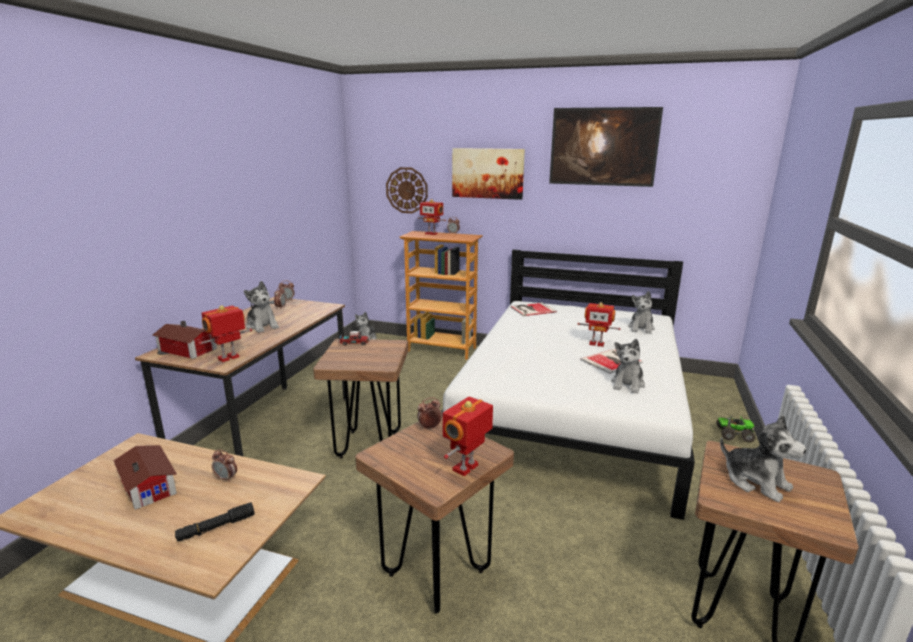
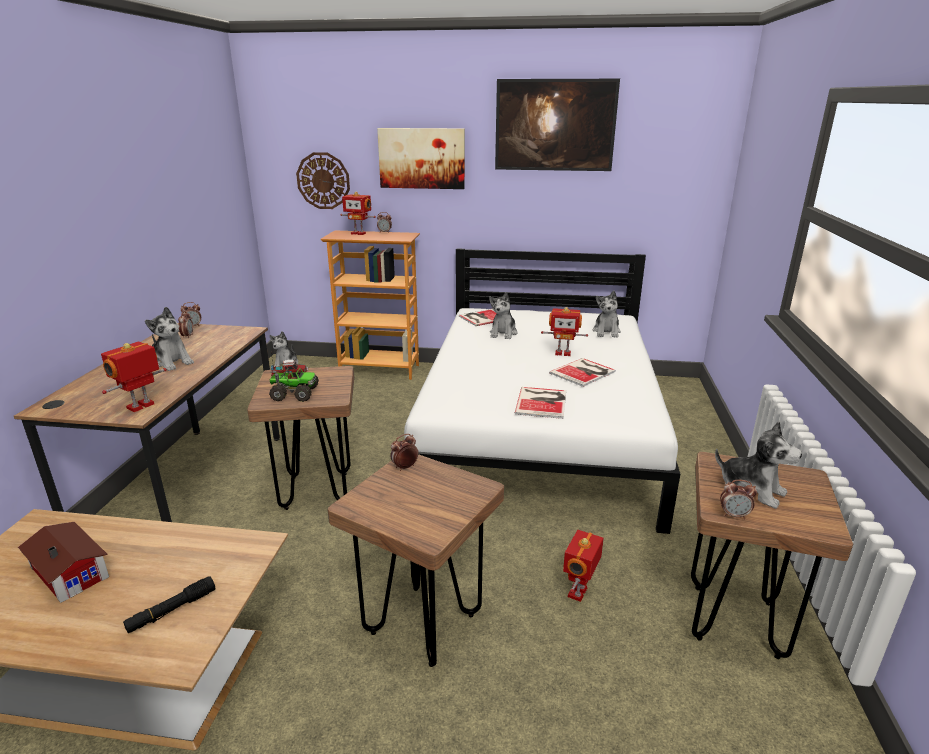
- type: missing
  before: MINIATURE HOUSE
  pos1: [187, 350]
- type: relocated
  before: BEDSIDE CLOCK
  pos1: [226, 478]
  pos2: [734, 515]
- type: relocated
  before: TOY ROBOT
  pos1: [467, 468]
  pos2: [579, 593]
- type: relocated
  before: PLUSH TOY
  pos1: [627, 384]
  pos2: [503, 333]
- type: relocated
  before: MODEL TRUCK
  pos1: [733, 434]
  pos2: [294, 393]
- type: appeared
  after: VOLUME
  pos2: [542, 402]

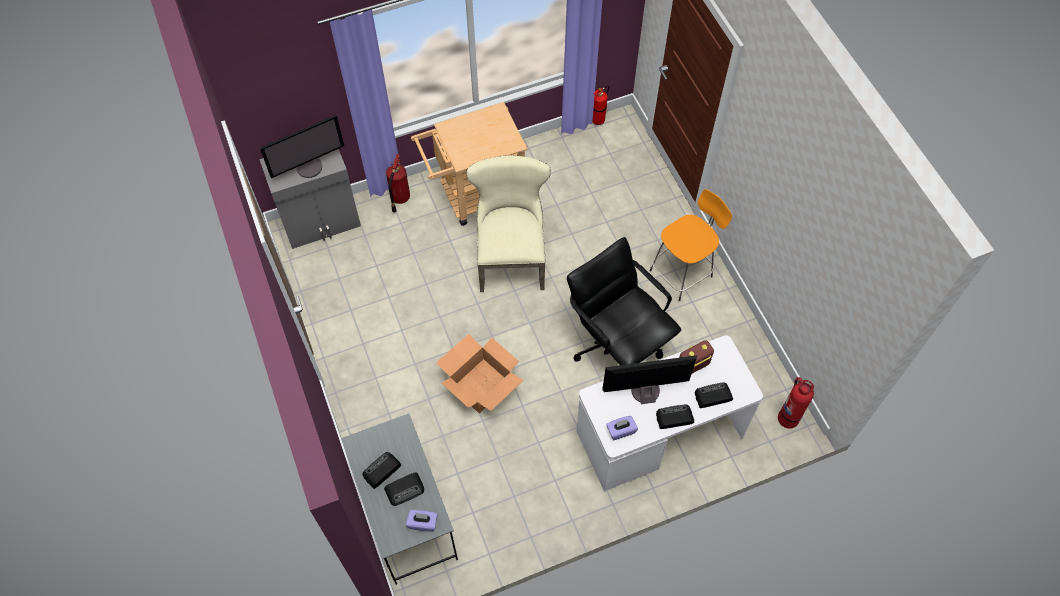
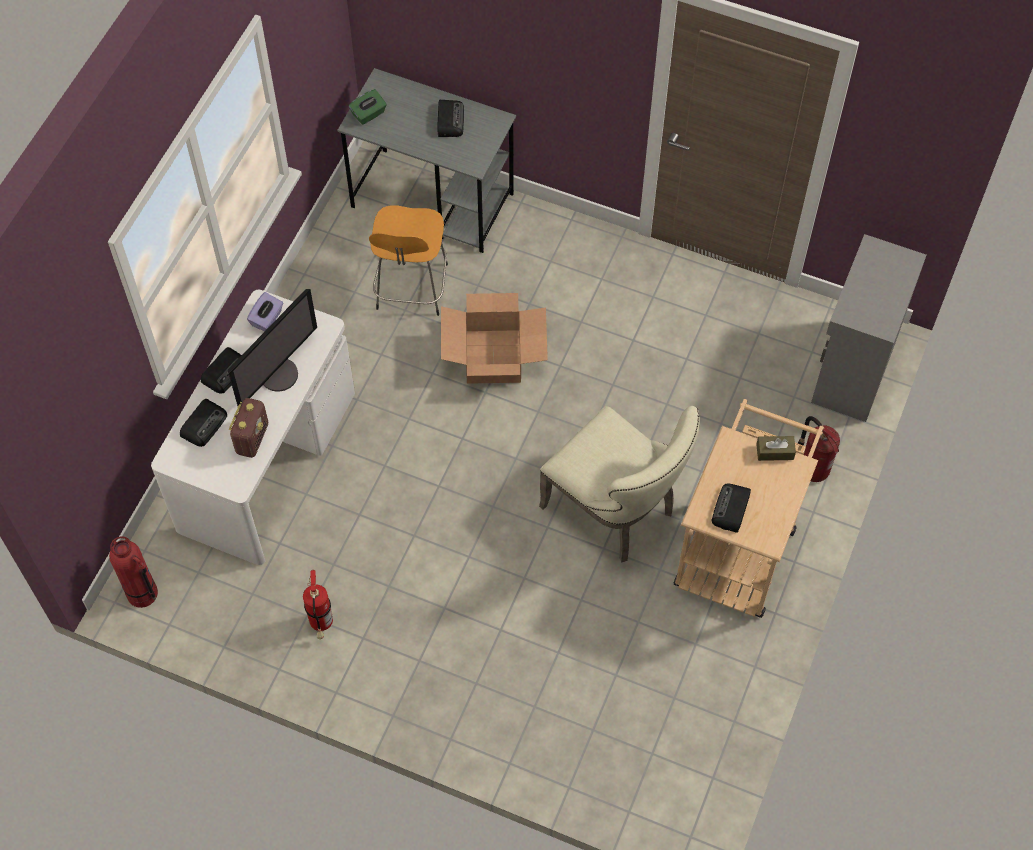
- type: missing
  before: COMPUTER SCREEN
  pos1: [309, 166]
- type: relocated
  before: RADIO RECEIVER
  pos1: [405, 489]
  pos2: [731, 509]
- type: colour
  before: PURPLE TISSUE BOX
  after: GREENISH TISSUE BOX
  pos1: [423, 523]
  pos2: [368, 114]
- type: missing
  before: BLACK OFFICE CHAIR
  pos1: [616, 344]
- type: relocated
  before: FIRE EXTINGUISHER
  pos1: [599, 120]
  pos2: [321, 625]
- type: relocated
  before: ORANGE-COLOURED SITTING STOOL
  pos1: [682, 272]
  pos2: [411, 289]
- type: appeared
  after: BROWN-COLOURED TISSUE BOX
  pos2: [775, 452]

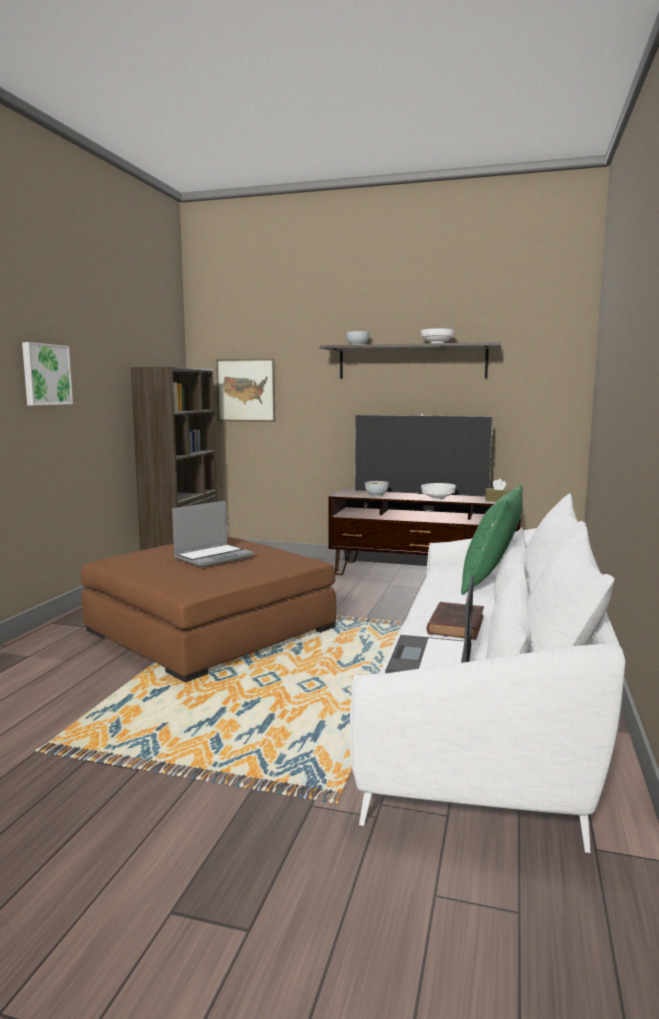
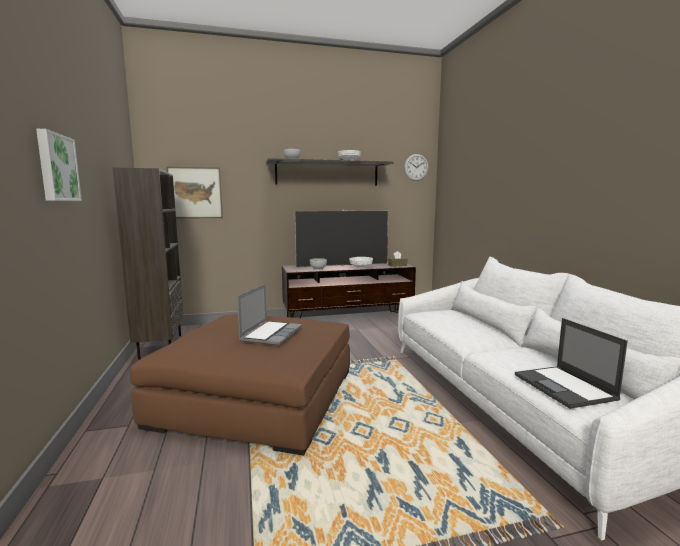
- type: missing
  before: BROWN-COLOURED VOLUME
  pos1: [456, 624]
- type: missing
  before: GREENISH CUSHION
  pos1: [491, 582]
- type: appeared
  after: WALL CLOCK
  pos2: [416, 167]

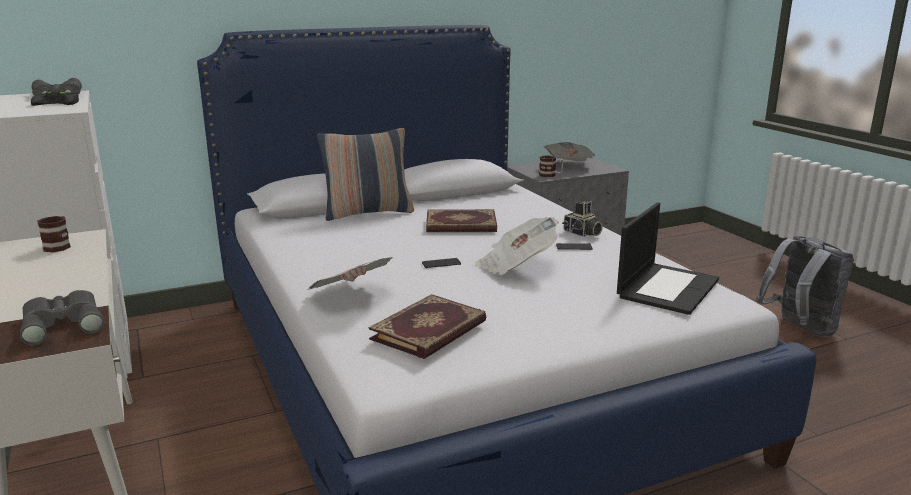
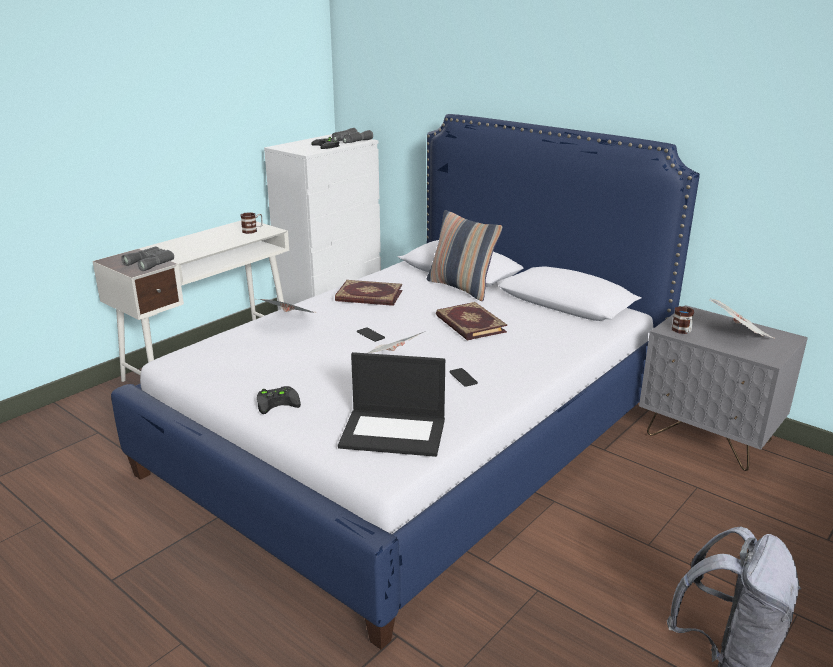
- type: relocated
  before: VOLUME
  pos1: [430, 331]
  pos2: [369, 296]
- type: missing
  before: PHOTO CAMERA
  pos1: [582, 233]
- type: appeared
  after: BLACK GAMEPAD
  pos2: [278, 401]

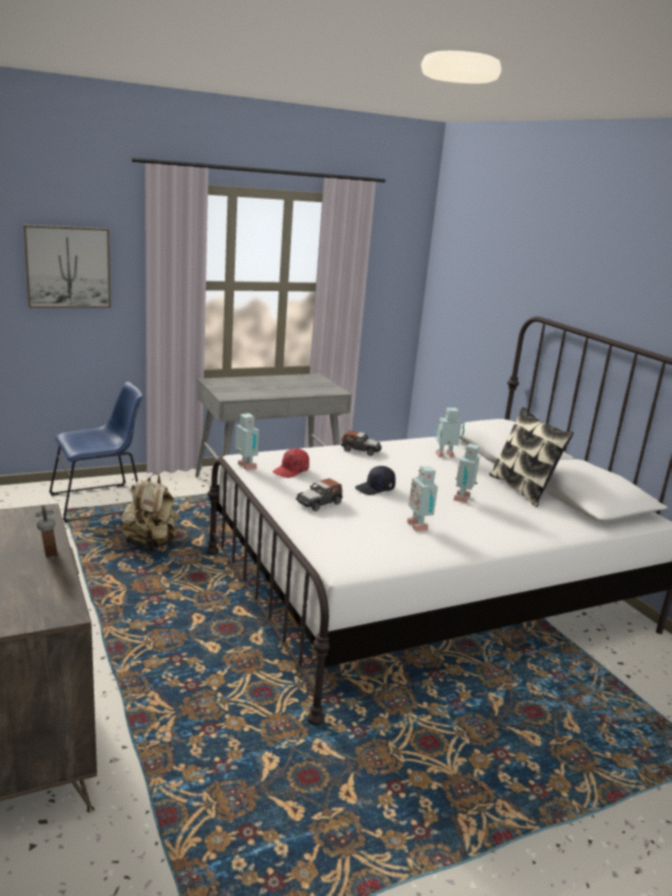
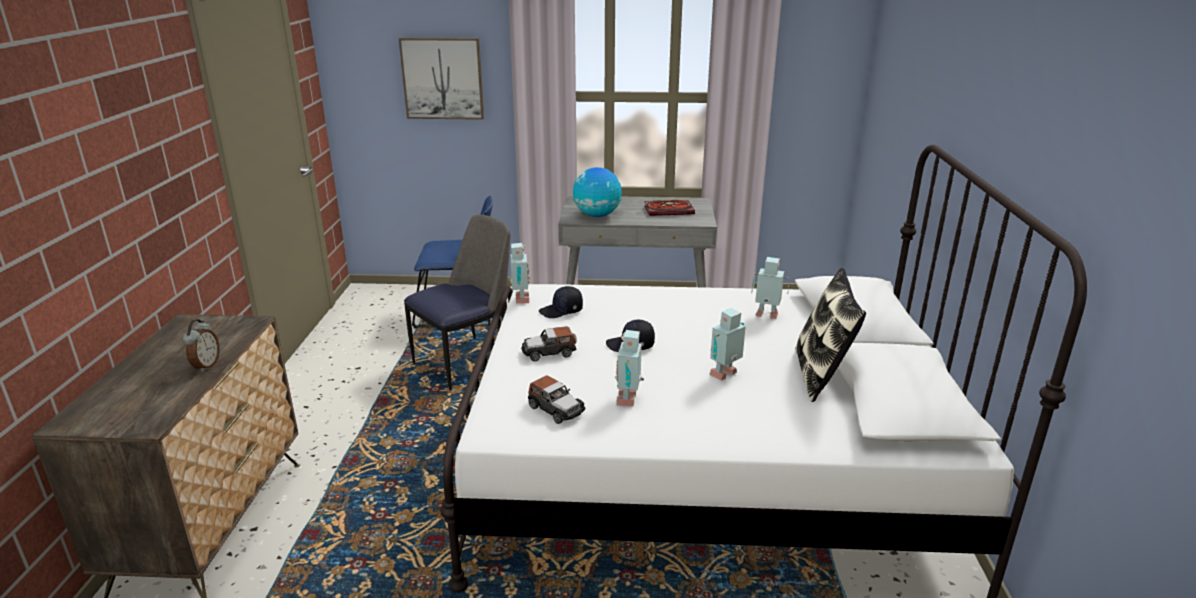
- type: exchanged
  before: BEIGE-COLOURED BACKPACK
  after: PLAIN CHAIR
  pos1: [150, 544]
  pos2: [467, 363]
- type: colour
  before: RED-COLOURED BASEBALL CAP
  after: BLACK BASEBALL CAP
  pos1: [291, 471]
  pos2: [561, 311]
- type: relocated
  before: TOY CAR
  pos1: [360, 450]
  pos2: [555, 409]
- type: appeared
  after: GLOBE
  pos2: [597, 215]
- type: appeared
  after: VOLUME
  pos2: [670, 210]

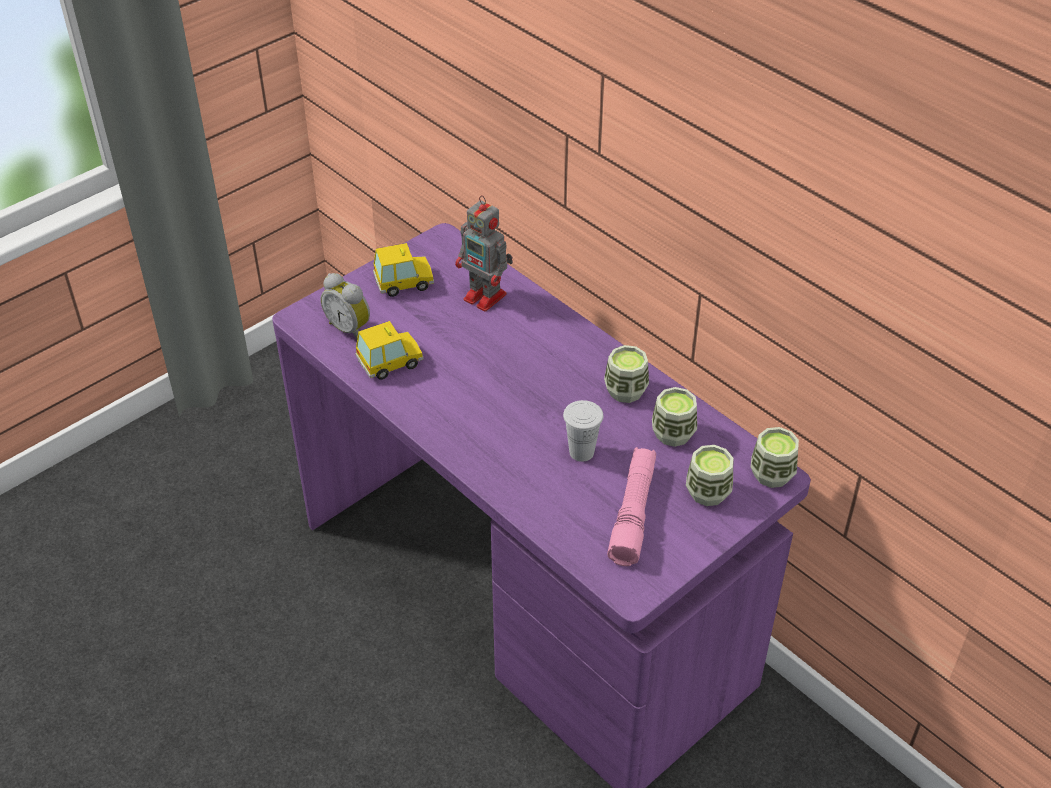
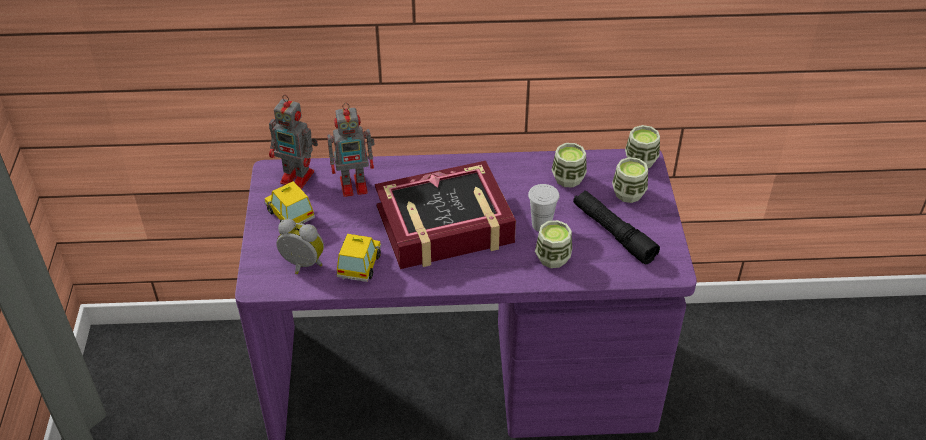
- type: spun
  before: BEDSIDE CLOCK
  pos1: [350, 328]
  pos2: [301, 266]
  turn: -150
- type: spun
  before: TOY CAR
  pos1: [404, 282]
  pos2: [290, 214]
  turn: -60
- type: relocated
  before: SMALL CUP
  pos1: [625, 391]
  pos2: [552, 258]
- type: colour
  before: PINK TORCH
  after: BLACK TORCH
  pos1: [633, 513]
  pos2: [613, 233]
- type: appeared
  after: TOY ROBOT
  pos2: [299, 177]
- type: appeared
  after: VOLUME
  pos2: [445, 226]

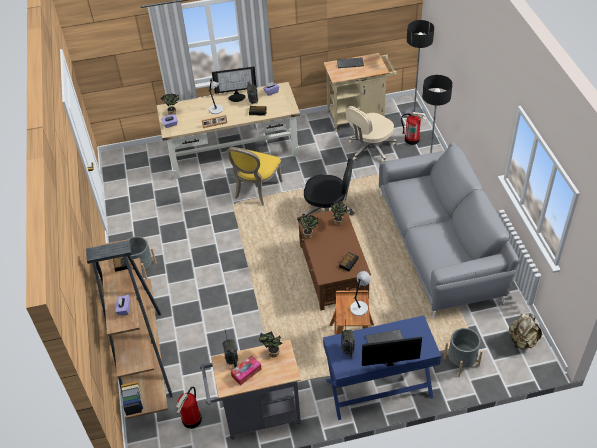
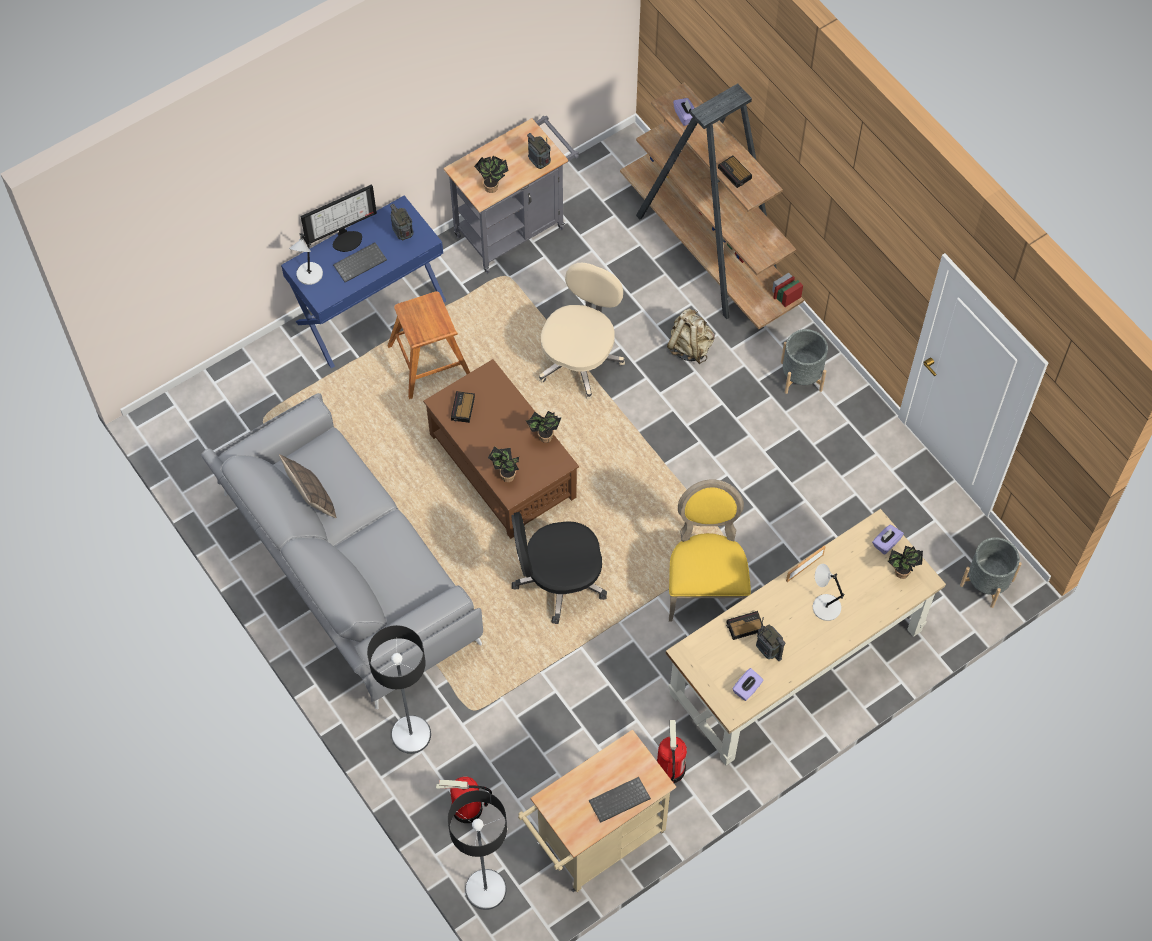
- type: relocated
  before: FIRE EXTINGUISHER
  pos1: [192, 419]
  pos2: [669, 768]
- type: missing
  before: COMPUTER SCREEN
  pos1: [237, 96]
- type: missing
  before: TISSUE BOX
  pos1: [246, 372]
- type: relocated
  before: BEIGE-COLOURED OFFICE CHAIR
  pos1: [370, 149]
  pos2: [580, 358]
- type: relocated
  before: GREY TABLETOP LAMP
  pos1: [359, 307]
  pos2: [309, 275]
- type: relocated
  before: GREY FLOWER POT
  pos1: [461, 362]
  pos2: [987, 582]
- type: relocated
  before: BEIGE-COLOURED BACKPACK
  pos1: [522, 341]
  pos2: [690, 347]
- type: appeared
  after: CUSHION
  pos2: [311, 499]

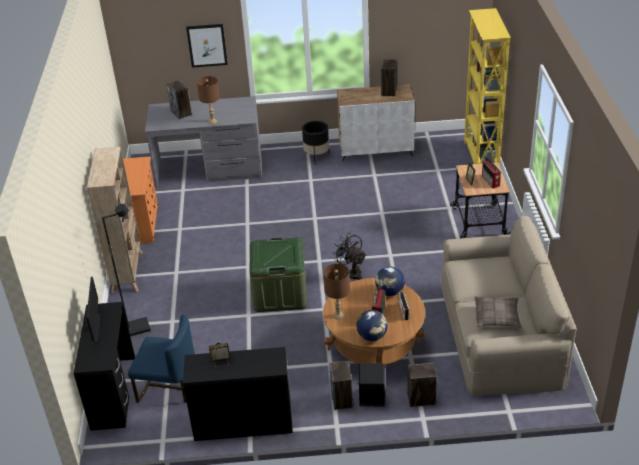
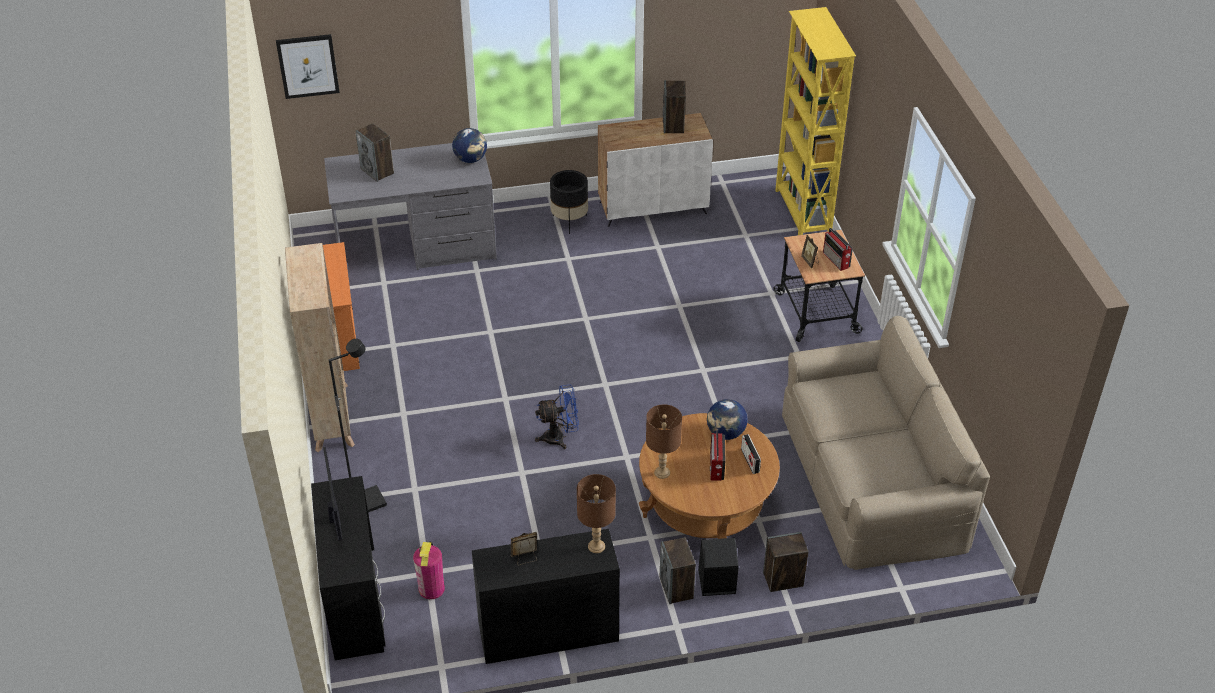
- type: exchanged
  before: BLUE PLAIN CHAIR
  after: FIRE EXTINGUISHER
  pos1: [168, 387]
  pos2: [431, 588]
- type: relocated
  before: PICTURE
  pos1: [207, 45]
  pos2: [308, 66]
- type: relocated
  before: BROWN-COLOURED TABLETOP LAMP
  pos1: [212, 121]
  pos2: [596, 546]
- type: exchanged
  before: GREENISH STORAGE CONTAINER
  after: BLUE ELECTRIC FAN
  pos1: [280, 293]
  pos2: [559, 437]
- type: missing
  before: BLACK ELECTRIC FAN
  pos1: [352, 273]
- type: relocated
  before: GLOBE
  pos1: [372, 336]
  pos2: [471, 159]
- type: missing
  before: CUSHION
  pos1: [497, 317]

